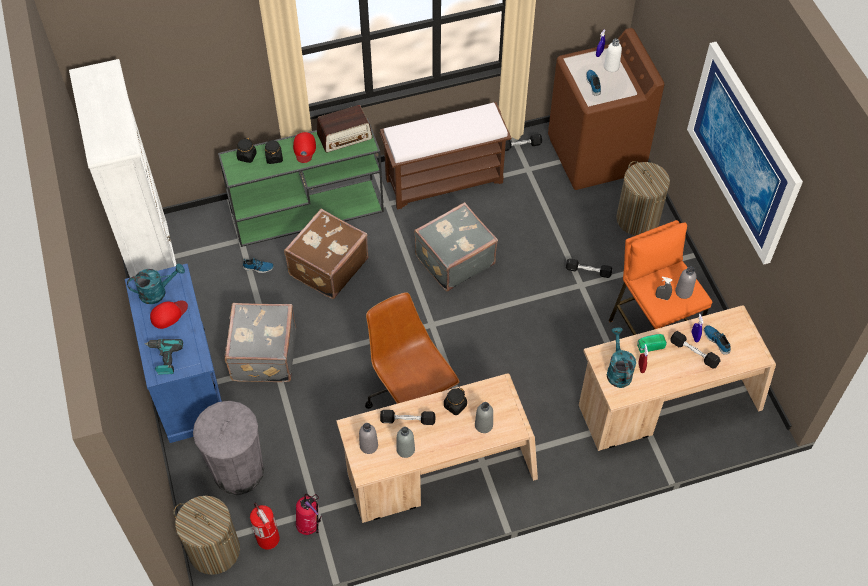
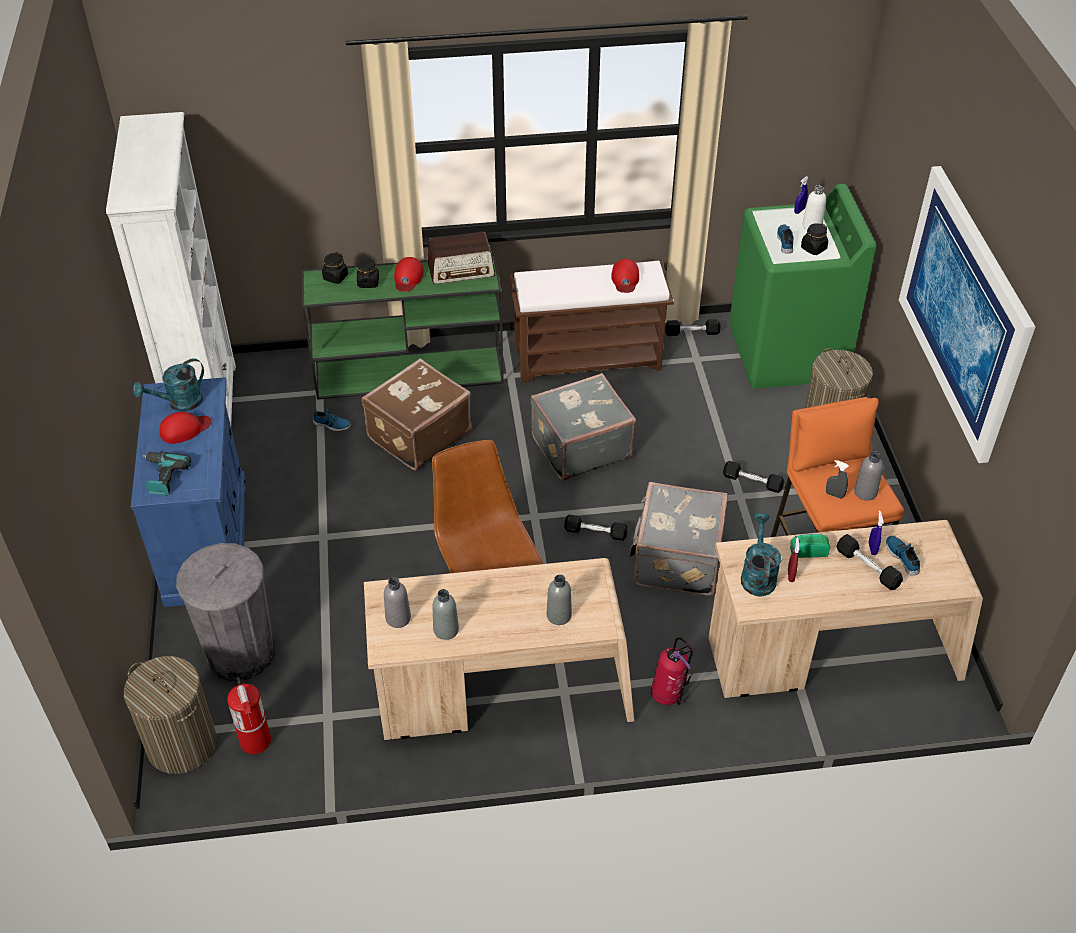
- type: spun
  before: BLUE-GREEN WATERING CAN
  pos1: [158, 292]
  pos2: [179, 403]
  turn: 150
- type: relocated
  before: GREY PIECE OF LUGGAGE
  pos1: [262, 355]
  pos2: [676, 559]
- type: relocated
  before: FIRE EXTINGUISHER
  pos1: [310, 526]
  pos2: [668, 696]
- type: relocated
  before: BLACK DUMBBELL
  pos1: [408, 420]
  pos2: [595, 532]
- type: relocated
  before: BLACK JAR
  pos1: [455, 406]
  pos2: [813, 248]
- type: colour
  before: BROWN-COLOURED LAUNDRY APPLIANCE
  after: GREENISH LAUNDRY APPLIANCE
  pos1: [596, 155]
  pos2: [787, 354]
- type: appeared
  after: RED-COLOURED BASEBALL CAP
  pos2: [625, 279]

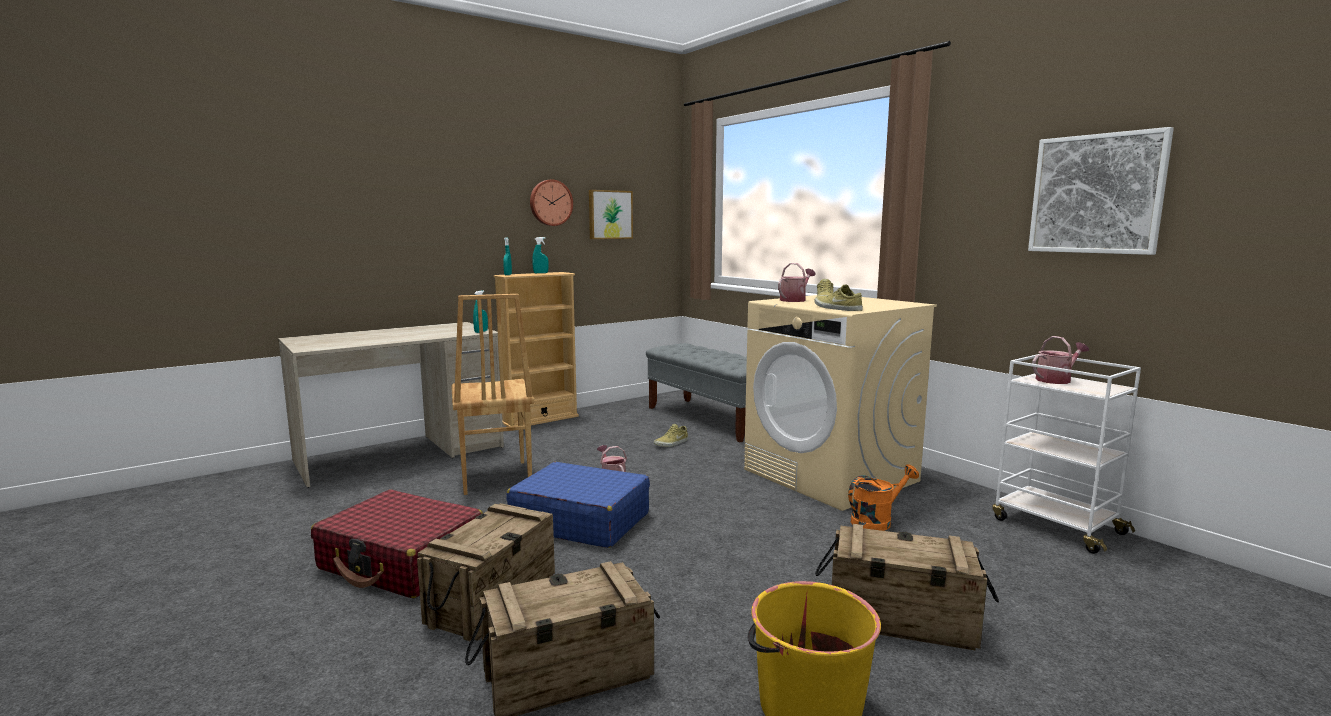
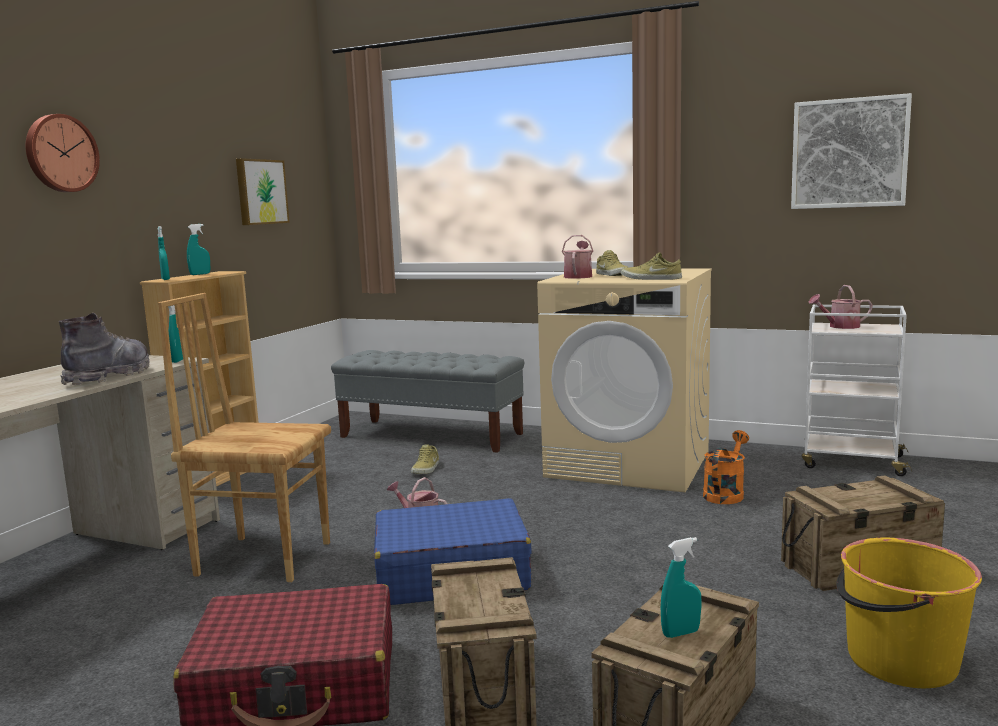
- type: spun
  before: BROWN-COLOURED PLAIN CHAIR
  pos1: [494, 478]
  pos2: [264, 557]
  turn: 150
- type: relocated
  before: WALL CLOCK
  pos1: [550, 203]
  pos2: [60, 153]
- type: spun
  before: WATERING CAN
  pos1: [1056, 380]
  pos2: [840, 326]
  turn: -135
- type: appeared
  after: GREY TALL BOOT
  pos2: [110, 376]
- type: appeared
  after: BLUE-GREEN HAND SPRAYER
  pos2: [681, 633]

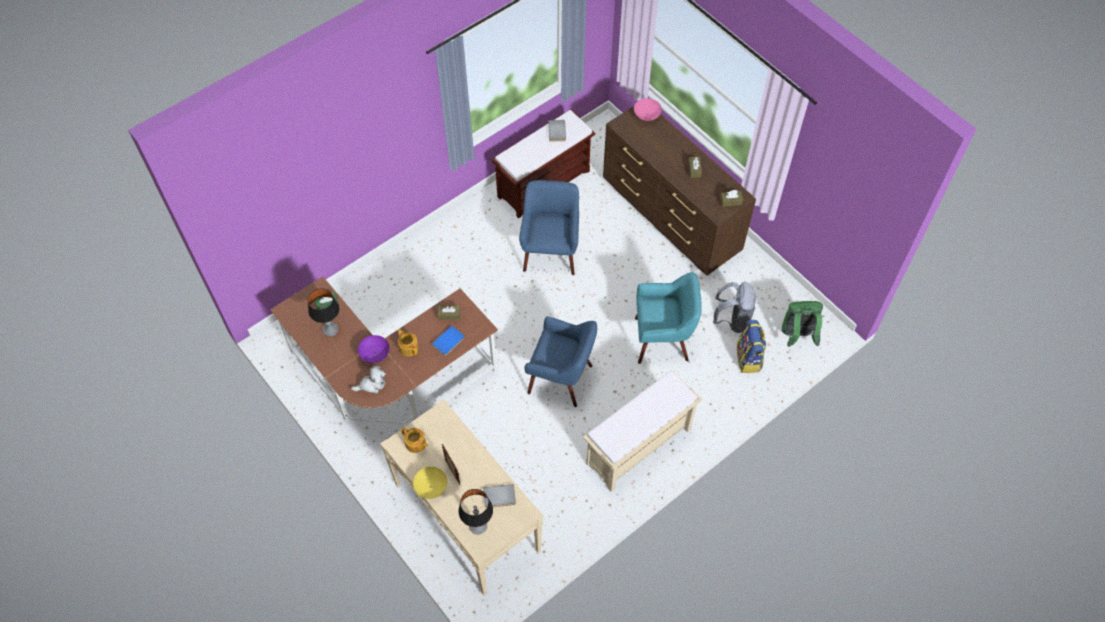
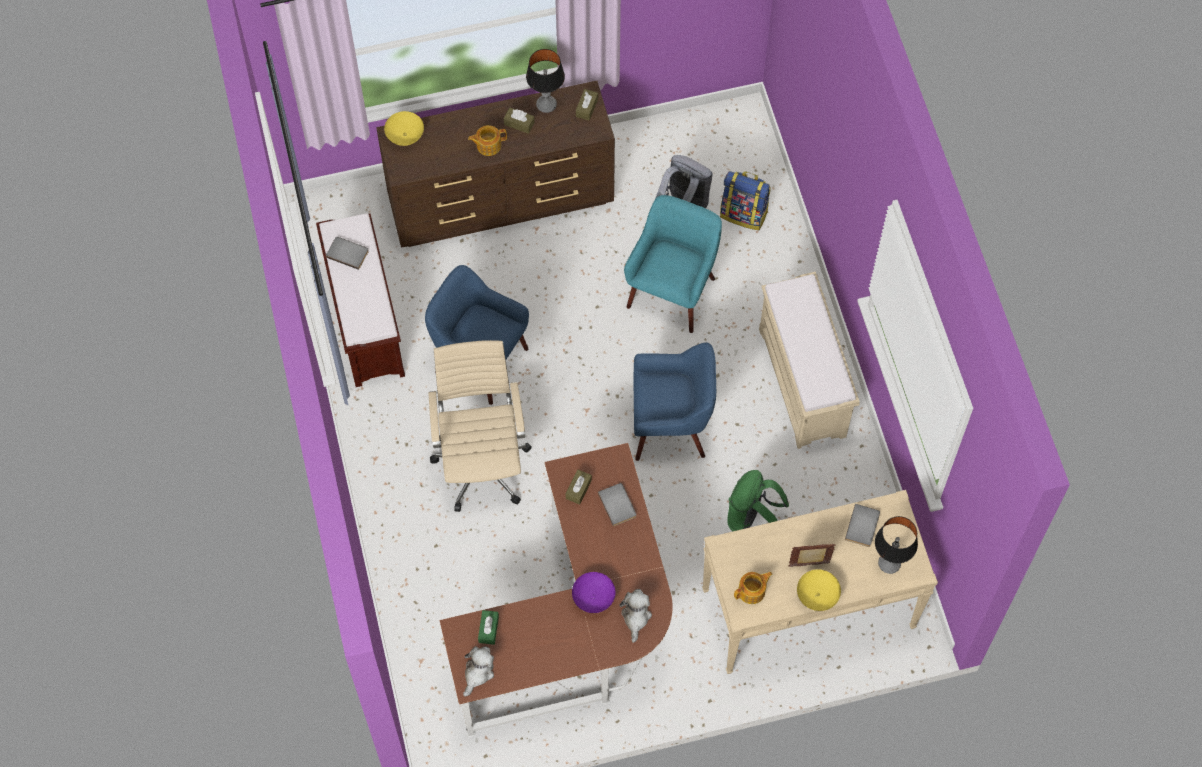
- type: relocated
  before: TABLETOP LAMP
  pos1: [330, 329]
  pos2: [546, 104]
- type: relocated
  before: TEAPOT
  pos1: [408, 347]
  pos2: [488, 145]
- type: colour
  before: BLUE VOLUME
  after: GREY VOLUME
  pos1: [449, 342]
  pos2: [618, 504]
- type: spun
  before: BLUE ARMCHAIR
  pos1: [561, 378]
  pos2: [671, 426]
  turn: 45
- type: colour
  before: PINK SERVING BOWL
  after: YELLOWISH SERVING BOWL
  pos1: [646, 115]
  pos2: [405, 136]
- type: relocated
  before: GREENISH BACKPACK
  pos1: [797, 336]
  pos2: [752, 520]
- type: appeared
  after: BEIGE-COLOURED OFFICE CHAIR
  pos2: [482, 463]
- type: appeared
  after: PLUSH TOY
  pos2: [478, 672]

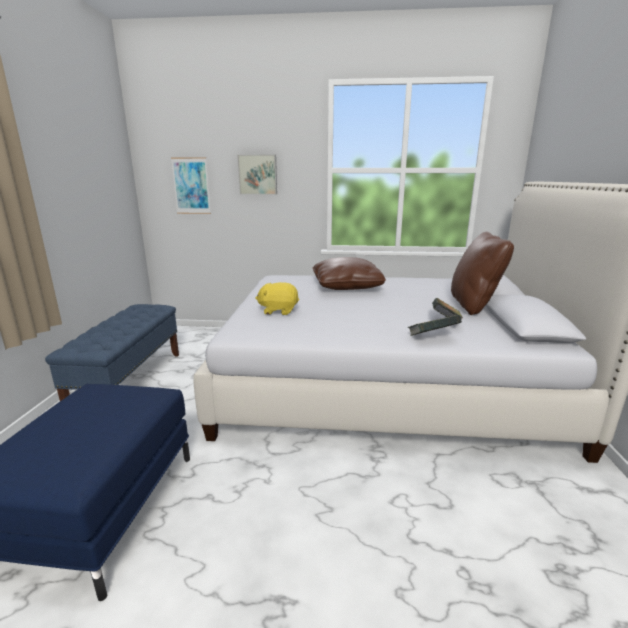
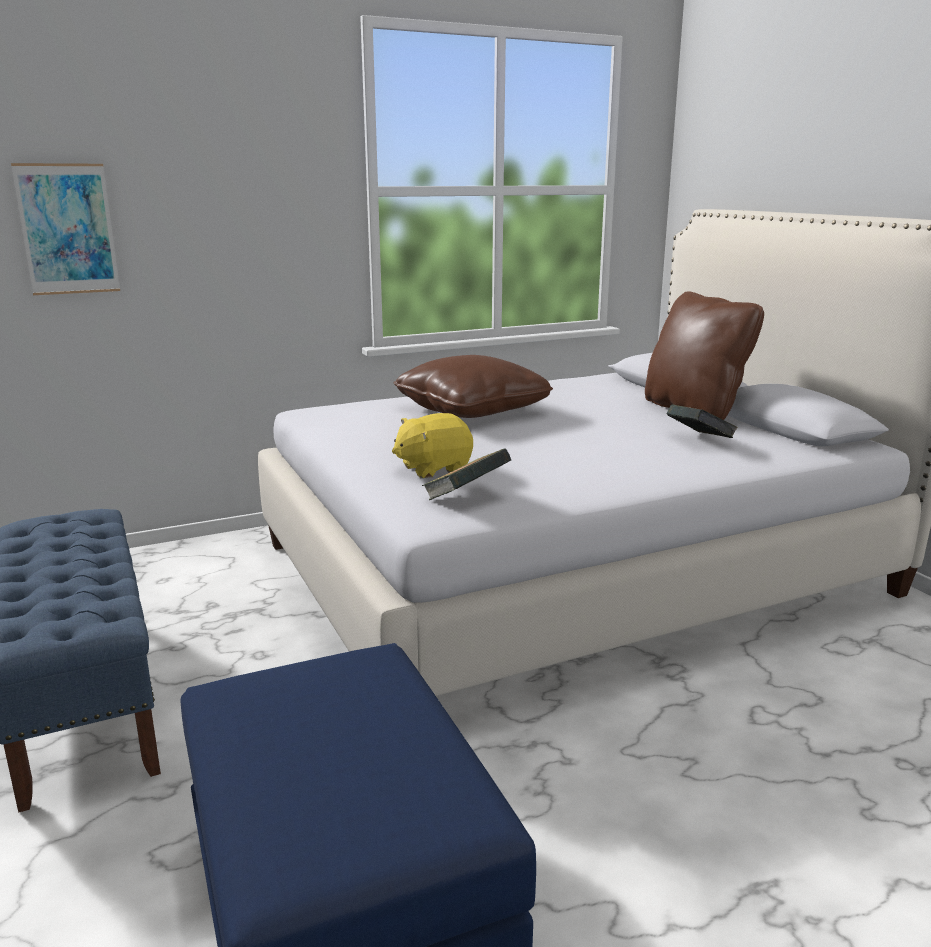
- type: missing
  before: PICTURE
  pos1: [258, 174]
- type: relocated
  before: VOLUME
  pos1: [432, 338]
  pos2: [466, 497]

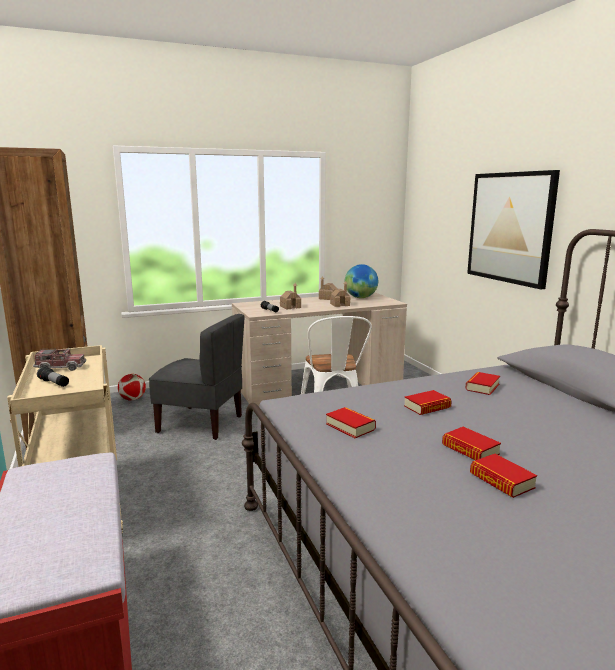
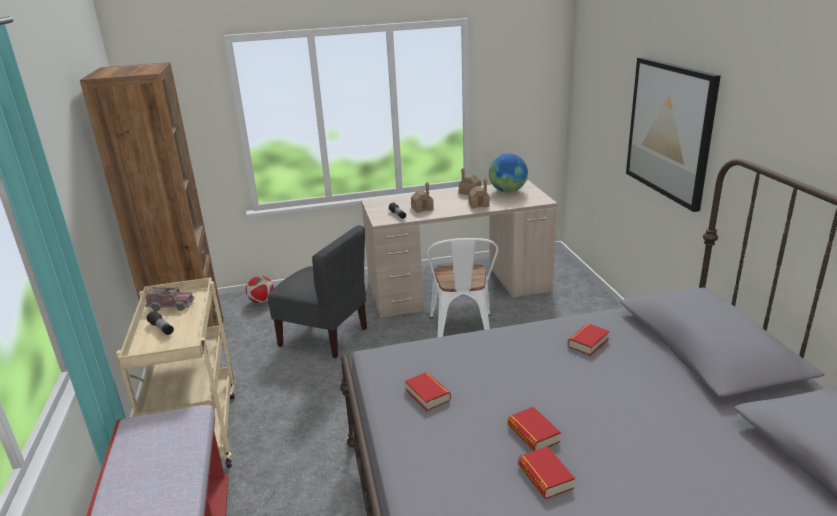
- type: missing
  before: VOLUME
  pos1: [427, 407]

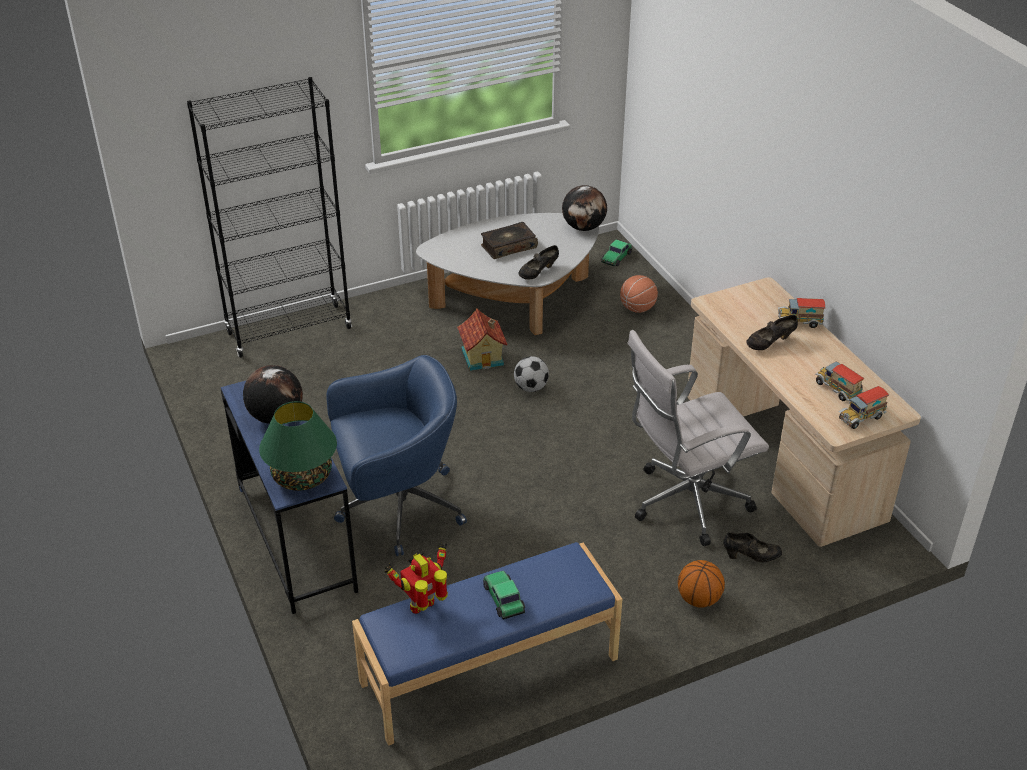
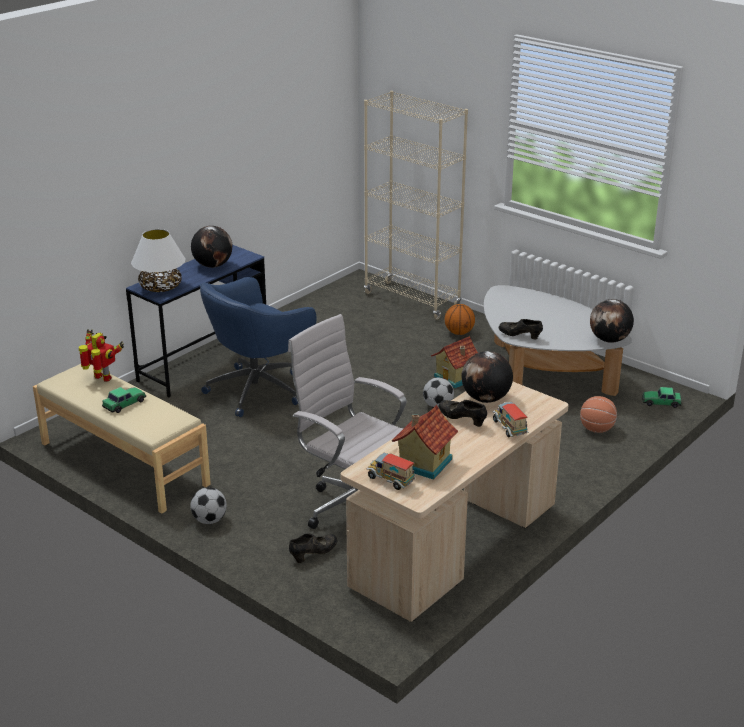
- type: colour
  before: BLACK SHELVING UNIT
  after: BEIGE-COLOURED SHELVING UNIT
  pos1: [289, 330]
  pos2: [412, 300]
- type: colour
  before: GREENISH TABLETOP LAMP
  after: WHITISH TABLETOP LAMP
  pos1: [302, 476]
  pos2: [161, 287]
- type: spun
  before: BLUE OFFICE CHAIR
  pos1: [397, 508]
  pos2: [258, 389]
  turn: 90
- type: colour
  before: BLUE BENCH
  after: BEIGE-COLOURED BENCH
  pos1: [490, 671]
  pos2: [123, 464]
- type: missing
  before: VOLUME
  pos1: [508, 246]
- type: relocated
  before: BASKETBALL
  pos1: [698, 599]
  pos2: [459, 333]
- type: spun
  before: BLACK SHOE
  pos1: [751, 556]
  pos2: [314, 554]
  turn: -105
- type: exchanged
  before: MODEL TRUCK
  after: MINIATURE HOUSE
  pos1: [837, 390]
  pos2: [422, 463]
- type: appeared
  after: FOOTBALL
  pos2: [209, 520]
- type: appeared
  after: GLOBE
  pos2: [485, 399]

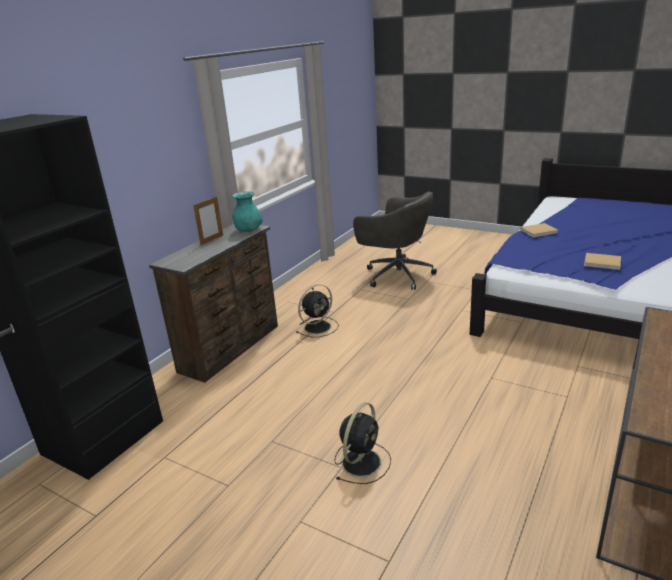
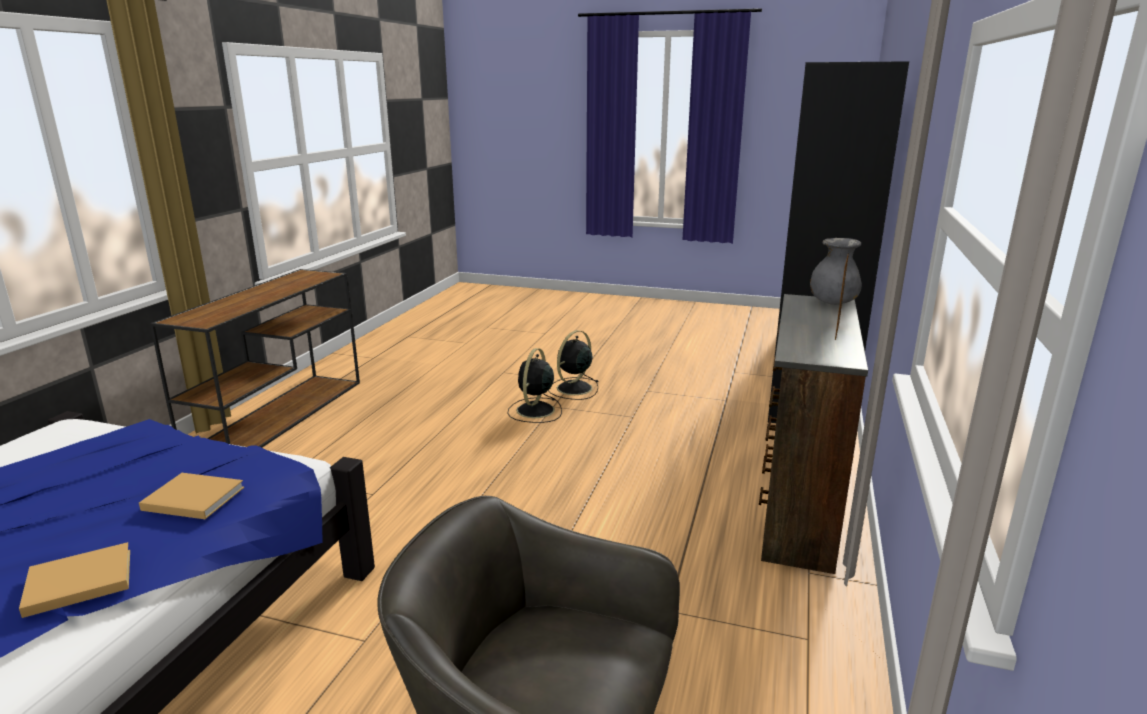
- type: missing
  before: BLUE-GREEN VASE
  pos1: [248, 230]
- type: relocated
  before: BLACK ELECTRIC FAN
  pos1: [318, 327]
  pos2: [573, 389]
- type: relocated
  before: BEIGE-COLOURED VOLUME
  pos1: [603, 263]
  pos2: [191, 498]
- type: appeared
  after: GREY VASE
  pos2: [833, 302]

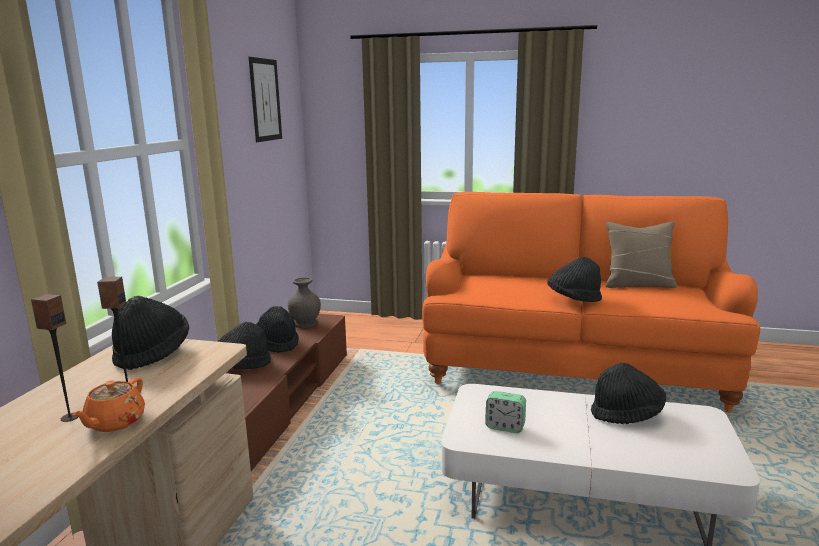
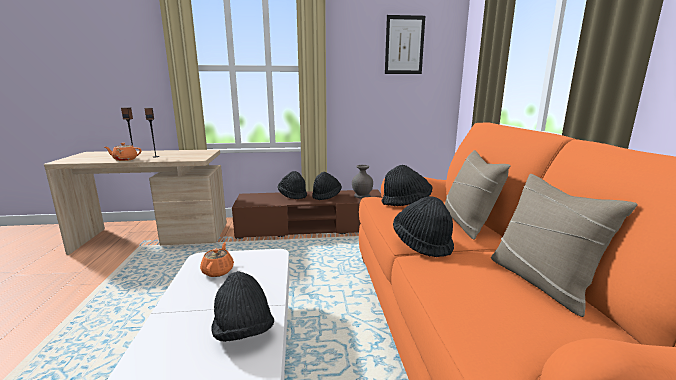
- type: relocated
  before: BLACK WEARABLE HAT
  pos1: [152, 353]
  pos2: [406, 203]
- type: exchanged
  before: BEDSIDE CLOCK
  after: ORANGE-COLOURED TEAPOT
  pos1: [505, 426]
  pos2: [218, 271]
- type: appeared
  after: BEIGE-COLOURED CUSHION
  pos2: [468, 224]

